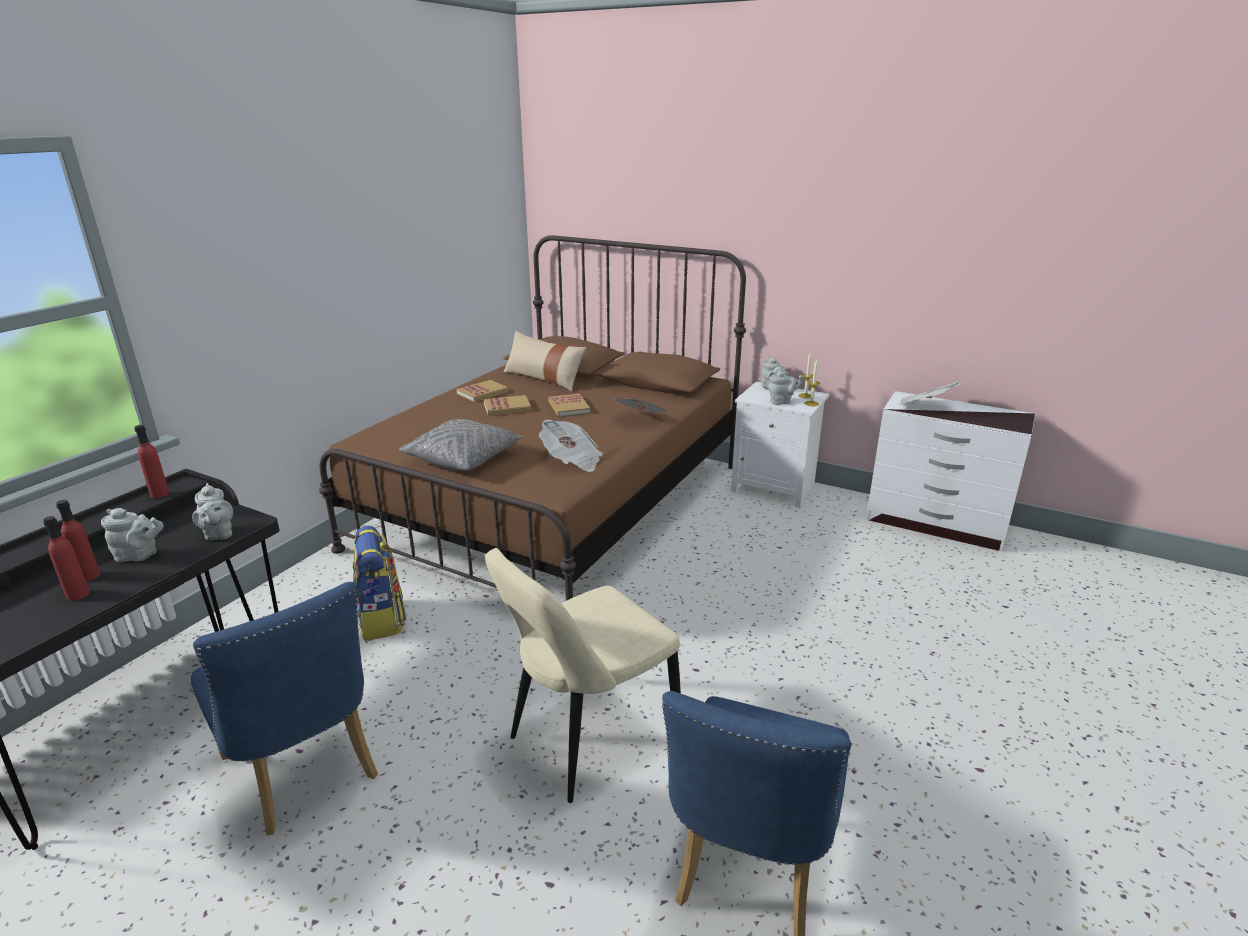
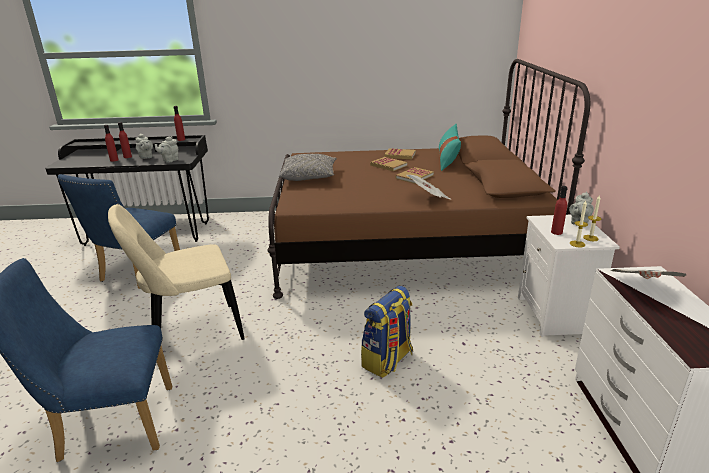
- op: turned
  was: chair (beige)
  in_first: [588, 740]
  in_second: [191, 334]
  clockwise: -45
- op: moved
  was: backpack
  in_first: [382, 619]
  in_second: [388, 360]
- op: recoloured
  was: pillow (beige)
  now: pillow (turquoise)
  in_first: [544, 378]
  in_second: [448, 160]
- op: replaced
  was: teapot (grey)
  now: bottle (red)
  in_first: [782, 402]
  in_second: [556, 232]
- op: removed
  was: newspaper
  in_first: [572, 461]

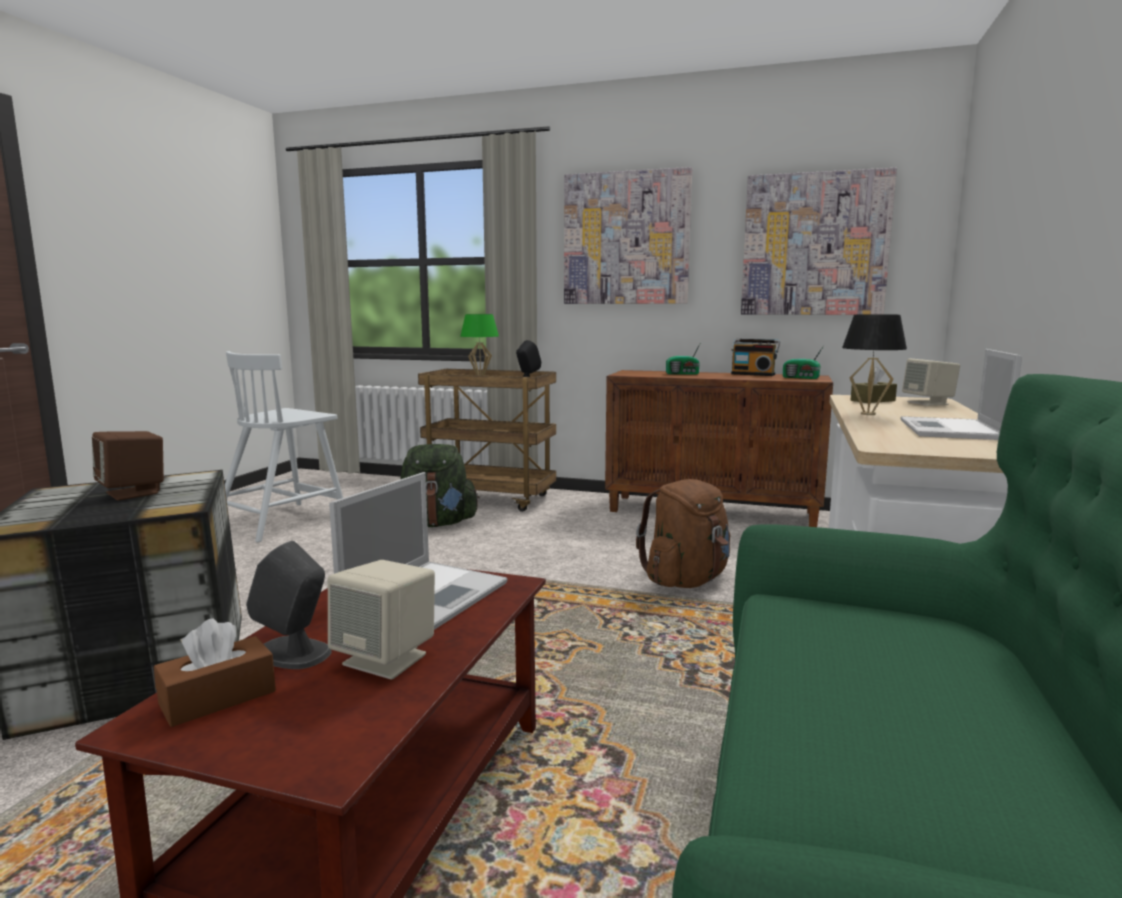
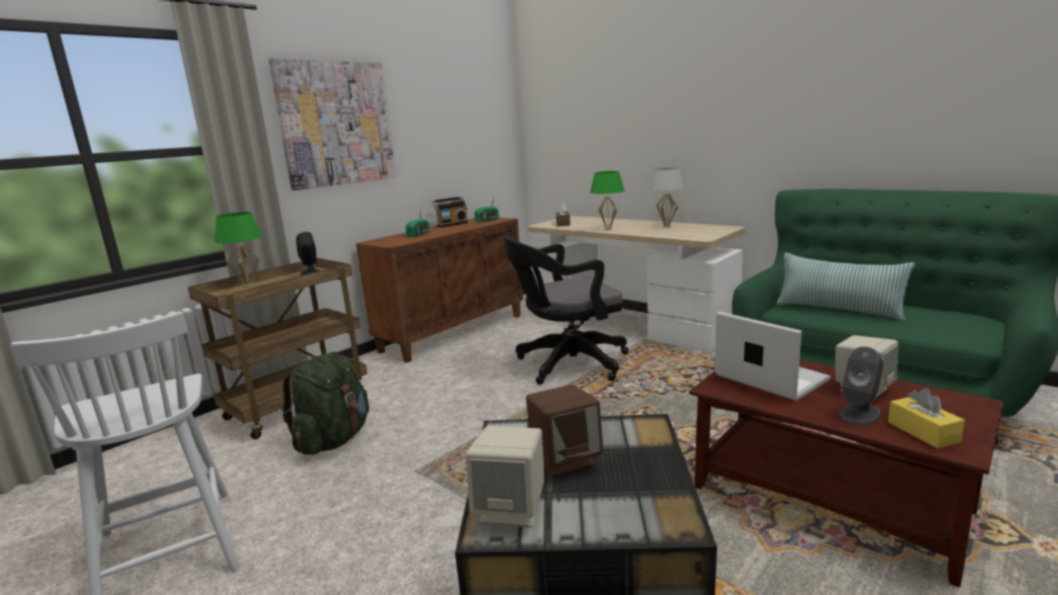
- op: moved
  was: speaker (beige)
  in_first: [928, 403]
  in_second: [511, 509]
- op: replaced
  was: backpack (brown)
  now: office chair (black)
  in_first: [686, 580]
  in_second: [567, 364]
- op: recoloured
  was: table lamp (black)
  now: table lamp (green)
  in_first: [868, 414]
  in_second: [608, 229]
- op: replaced
  was: laptop
  now: table lamp (white)
  in_first: [952, 430]
  in_second: [666, 226]
- op: added
  now: pillow
  in_second: [838, 310]
- op: recoloured
  was: tissue box (brown)
  now: tissue box (yellow)
  in_first: [218, 698]
  in_second: [923, 432]
- op: removed
  was: picture
  in_first: [814, 245]

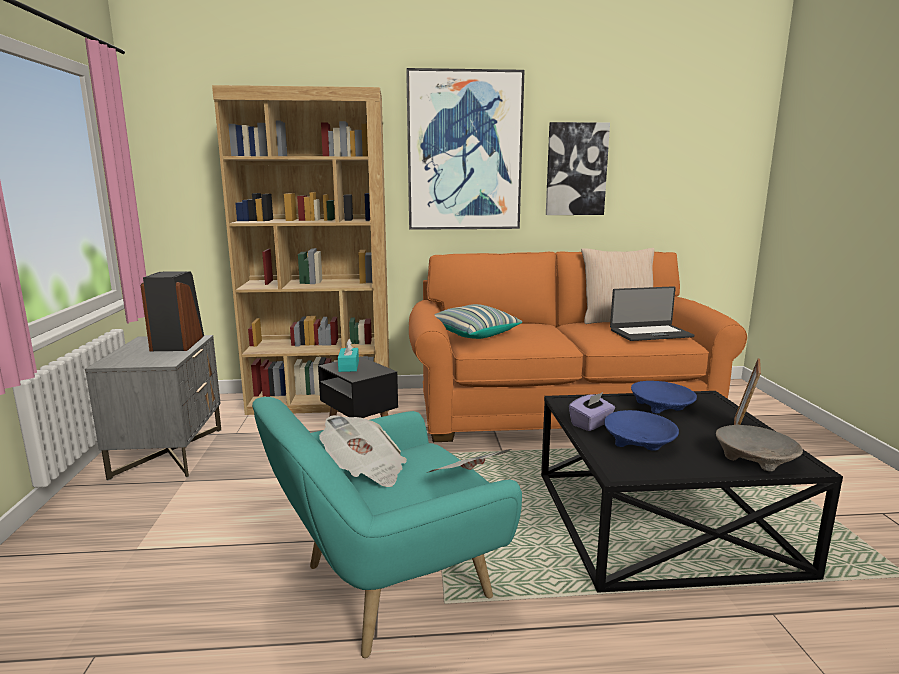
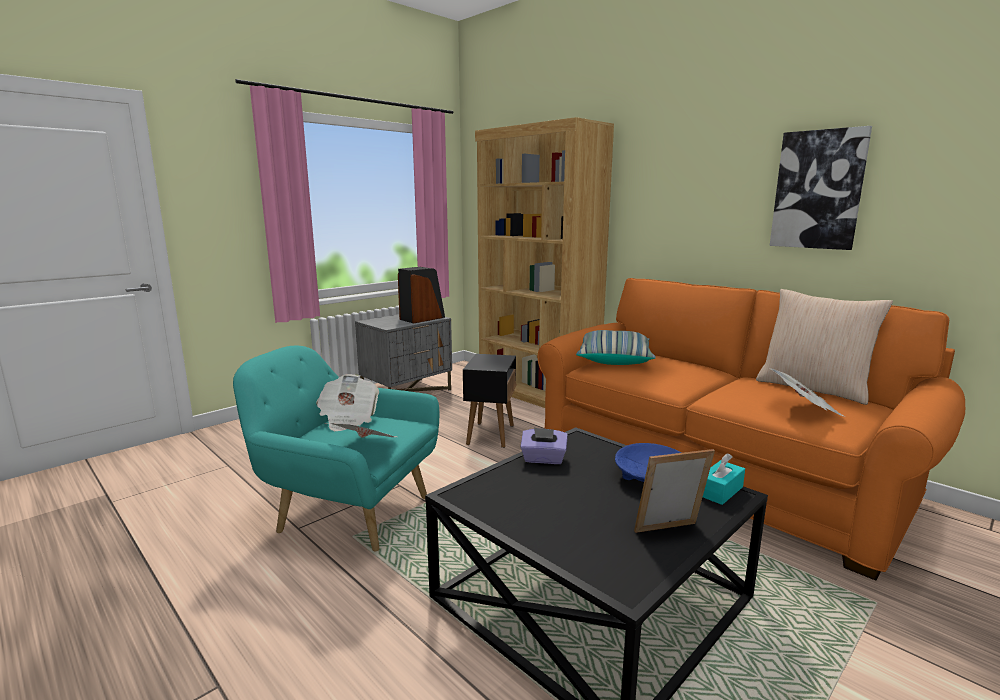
- op: moved
  was: tissue box (turquoise)
  in_first: [348, 366]
  in_second: [720, 491]
- op: replaced
  was: laptop
  now: newspaper
  in_first: [650, 333]
  in_second: [803, 409]
- op: removed
  was: picture
  in_first: [464, 152]
- op: removed
  was: bowl (blue)
  in_first: [639, 442]
- op: removed
  was: bowl (beige)
  in_first: [754, 458]

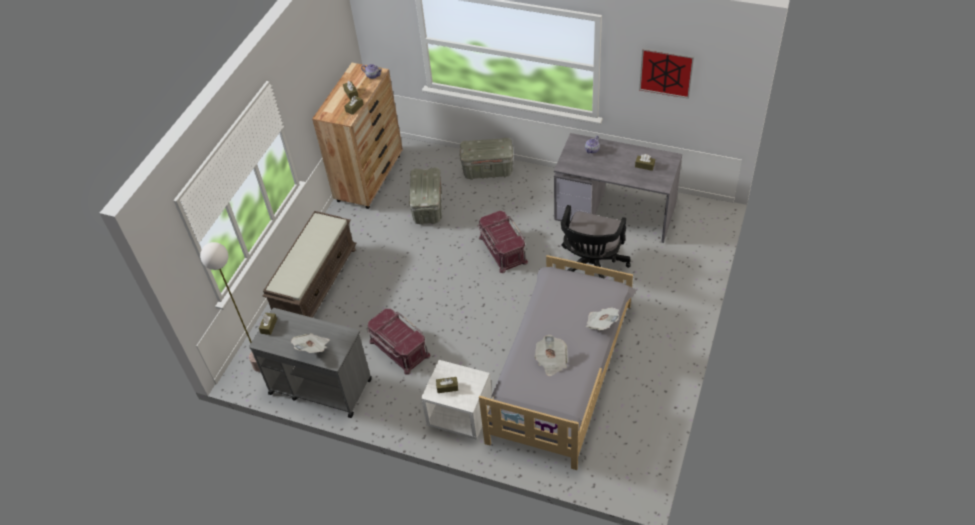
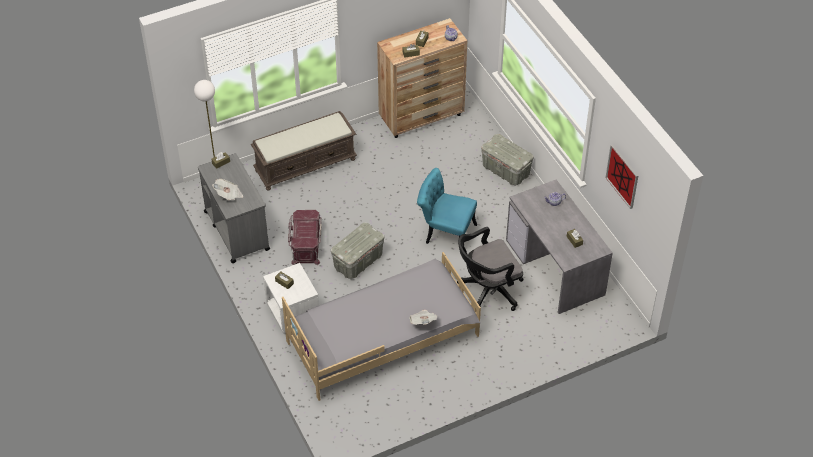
- op: moved
  was: storage box (grey)
  in_first: [427, 207]
  in_second: [358, 261]
- op: replaced
  was: storage box (red)
  now: chair (turquoise)
  in_first: [502, 250]
  in_second: [445, 233]
- op: removed
  was: newspaper
  in_first: [551, 361]

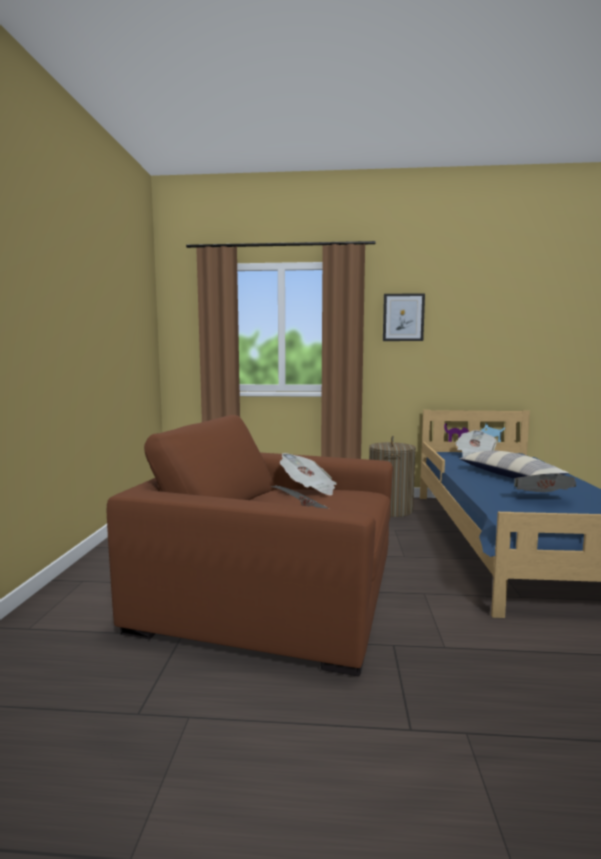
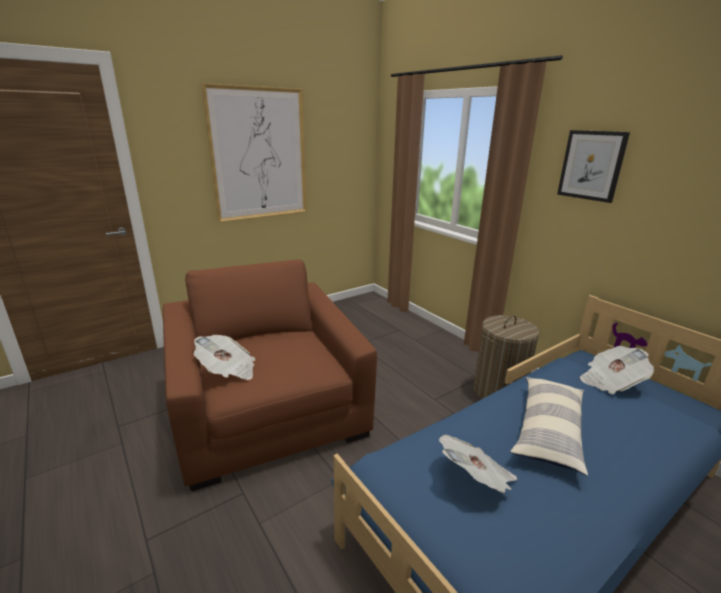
- op: added
  now: picture
  in_second: [259, 155]
- op: removed
  was: newspaper
  in_first: [309, 489]

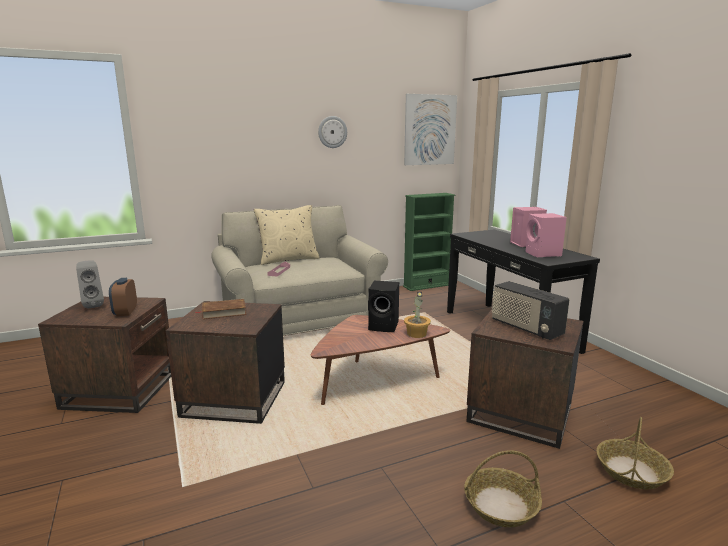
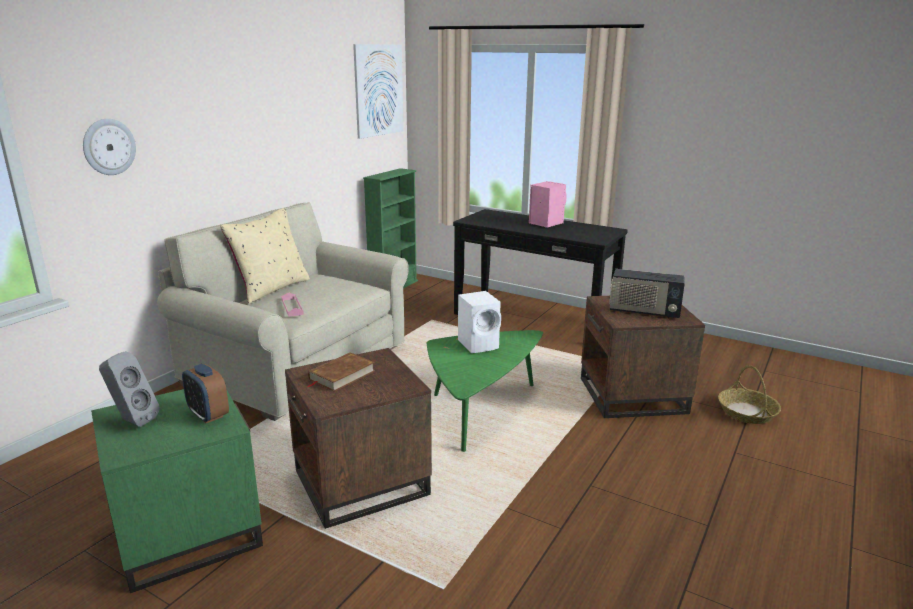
- op: moved
  was: wall clock
  in_first: [332, 132]
  in_second: [109, 147]
- op: recoloured
  was: side table (brown)
  now: side table (green)
  in_first: [120, 390]
  in_second: [188, 532]
- op: recoloured
  was: coffee table (brown)
  now: coffee table (green)
  in_first: [374, 380]
  in_second: [479, 409]
- op: recoloured
  was: speaker (black)
  now: speaker (white)
  in_first: [385, 326]
  in_second: [479, 344]
- op: removed
  was: potted plant
  in_first: [416, 334]
- op: removed
  was: basket
  in_first: [500, 505]
- op: removed
  was: speaker (pink)
  in_first: [543, 254]

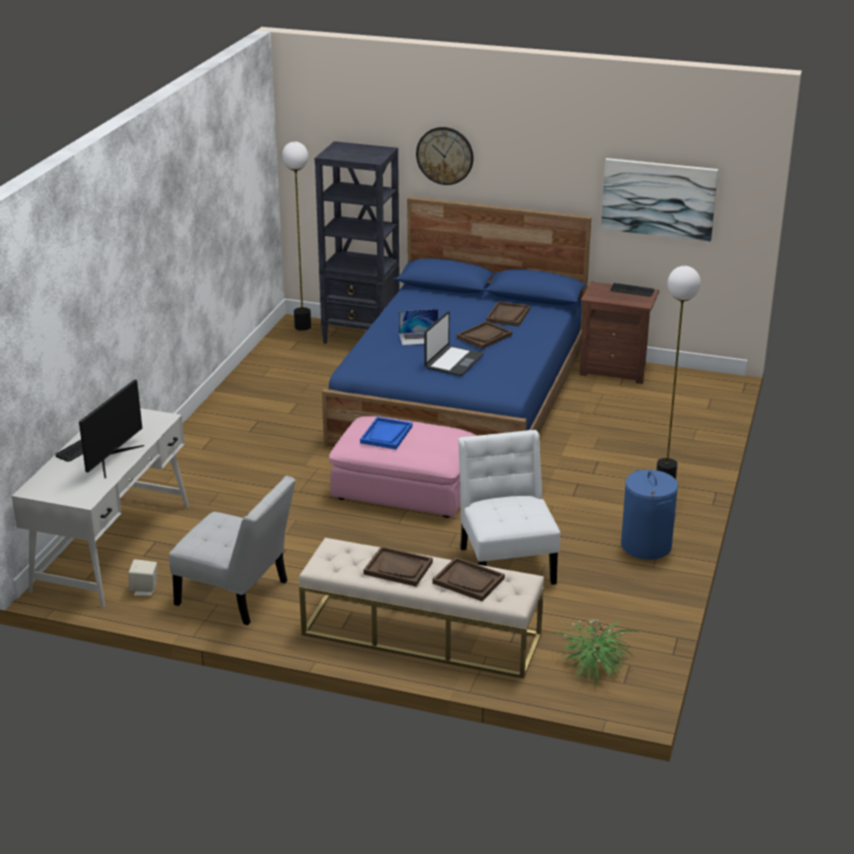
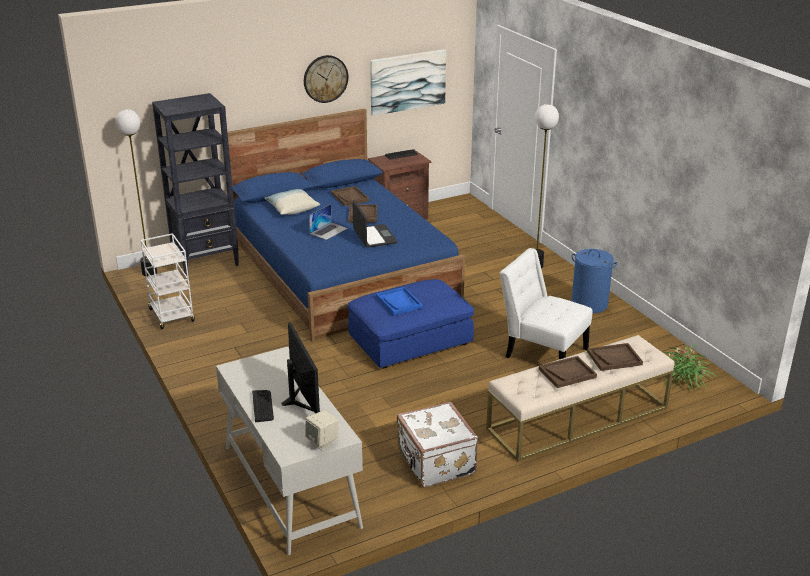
- op: added
  now: cart (white)
  in_second: [172, 316]
- op: added
  now: pillow
  in_second: [292, 209]
- op: moved
  was: wall clock
  in_first: [445, 155]
  in_second: [325, 78]
- op: moved
  was: speaker (beige)
  in_first: [144, 590]
  in_second: [322, 442]
- op: recoloured
  was: ottoman (pink)
  now: ottoman (blue)
  in_first: [406, 488]
  in_second: [410, 340]
- op: replaced
  was: chair (white)
  now: suitcase (white)
  in_first: [237, 595]
  in_second: [435, 463]

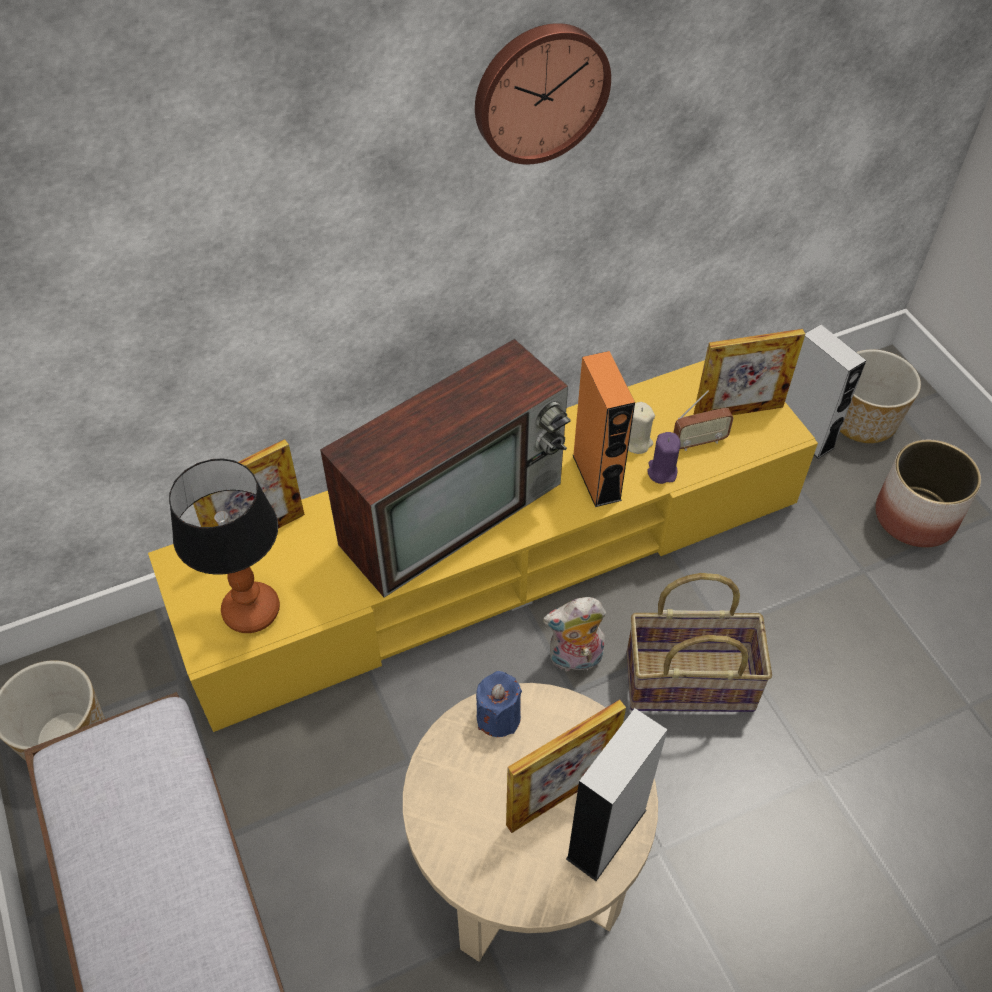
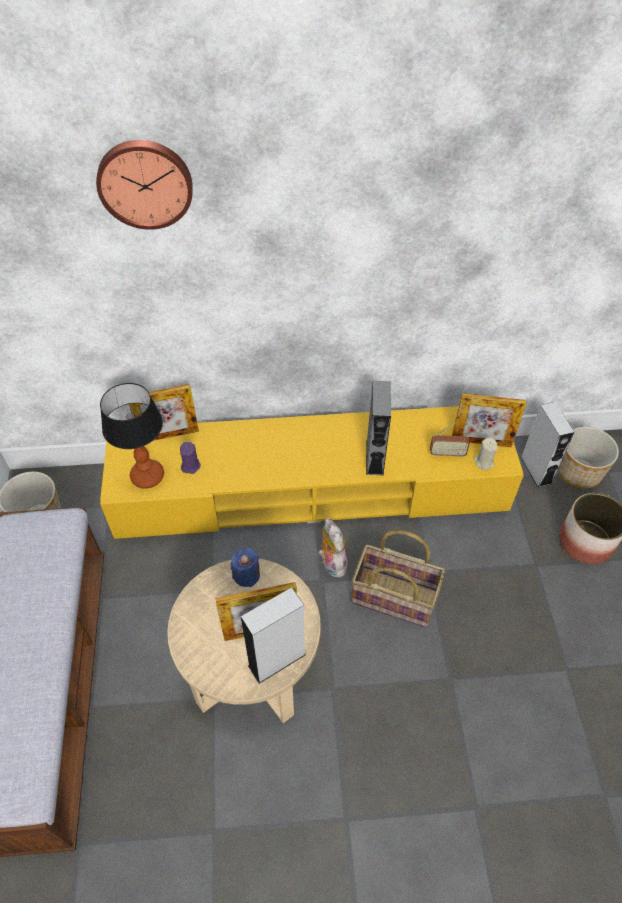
- op: moved
  was: wall clock
  in_first: [539, 91]
  in_second: [145, 183]
- op: moved
  was: candle (purple)
  in_first: [662, 472]
  in_second: [190, 466]
- op: turned
  was: plush toy
  in_first: [574, 659]
  in_second: [331, 562]
  clockwise: 60
- op: recoloured
  was: speaker (orange)
  now: speaker (grey)
  in_first: [596, 477]
  in_second: [375, 457]
- op: moved
  was: candle (beige)
  in_first: [636, 442]
  in_second: [483, 462]
- op: removed
  was: television
  in_first: [454, 510]

